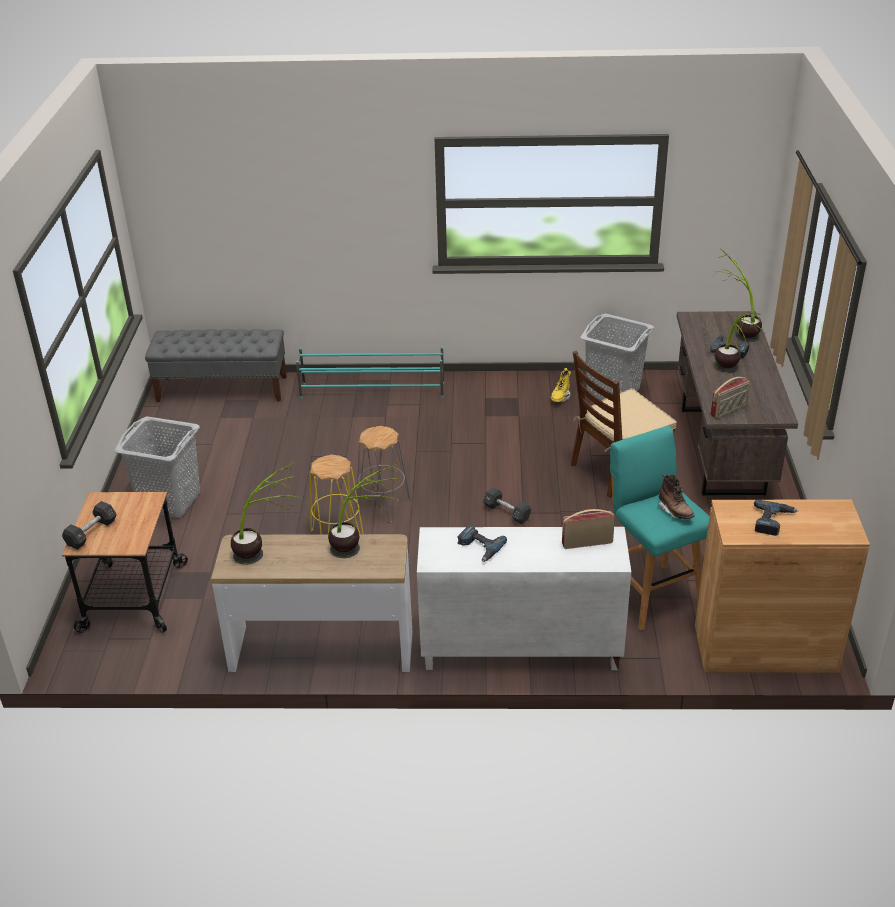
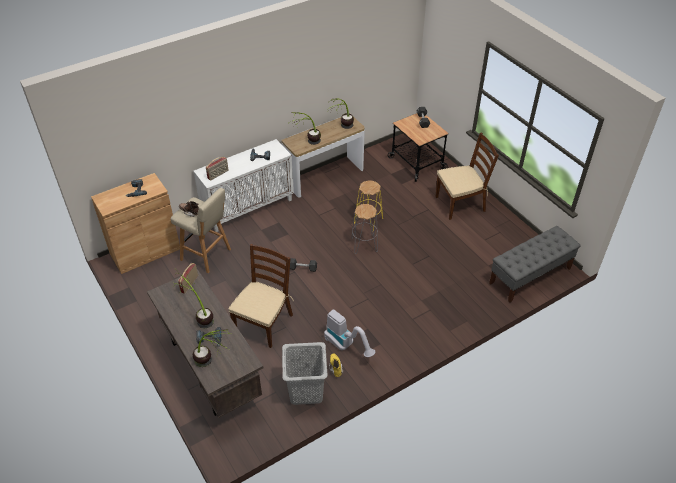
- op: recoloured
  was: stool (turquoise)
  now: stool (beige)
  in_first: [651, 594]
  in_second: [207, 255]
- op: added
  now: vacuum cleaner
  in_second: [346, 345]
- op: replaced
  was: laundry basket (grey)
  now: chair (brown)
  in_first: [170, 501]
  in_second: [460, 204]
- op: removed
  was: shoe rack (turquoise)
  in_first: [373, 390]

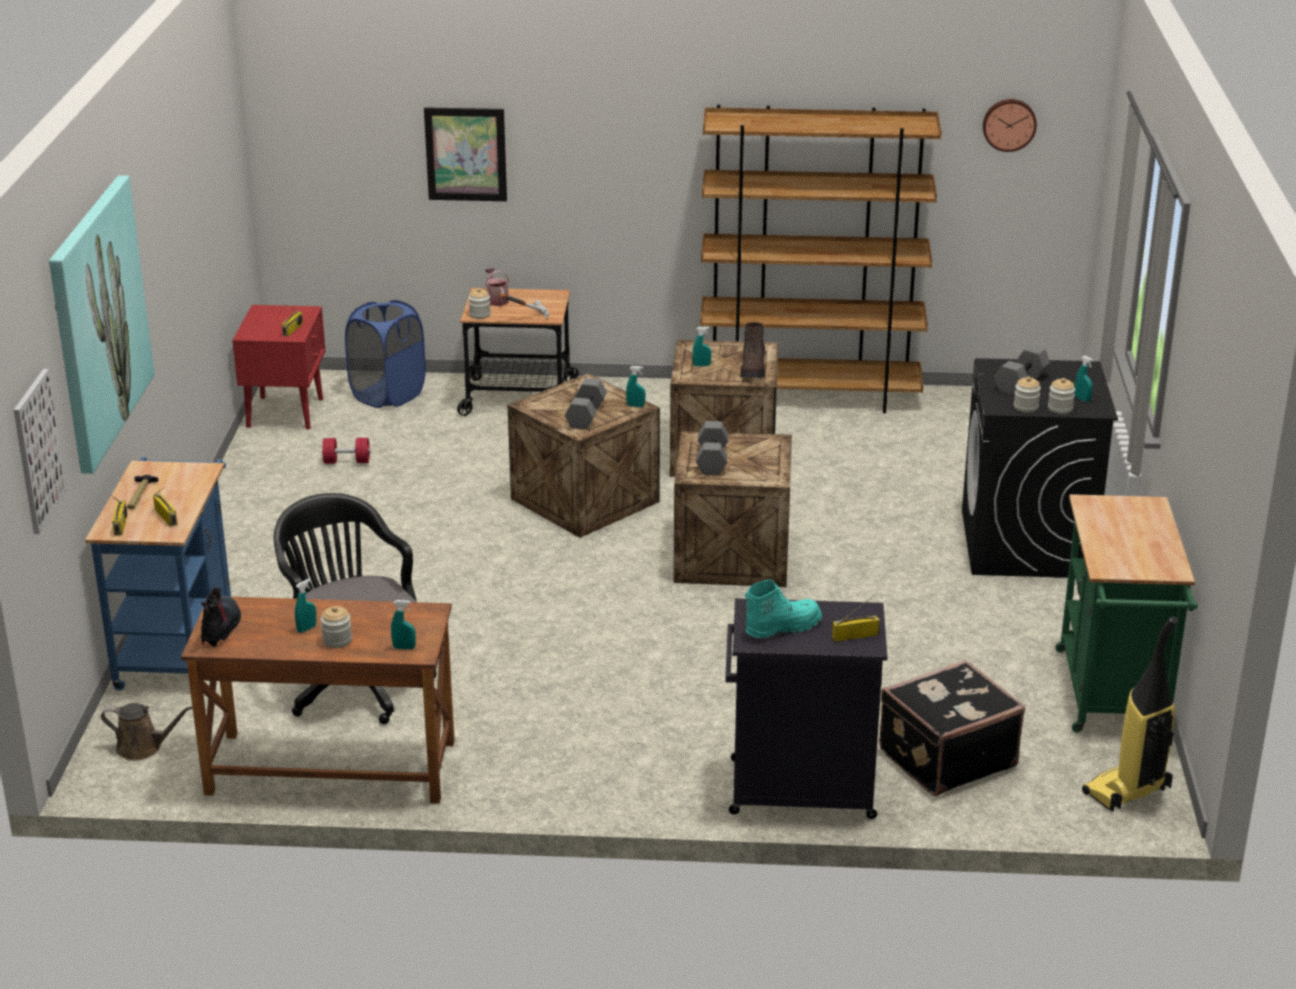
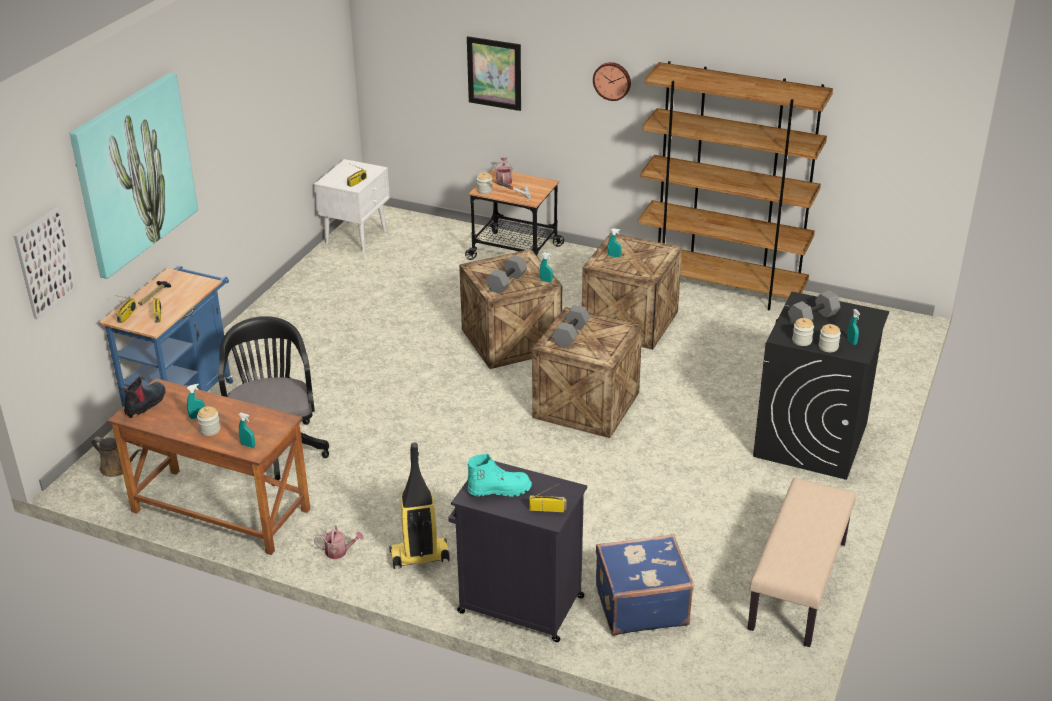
- op: recoloured
  was: nightstand (red)
  now: nightstand (white)
  in_first: [286, 412]
  in_second: [356, 236]
- op: added
  now: watering can
  in_second: [339, 552]
- op: moved
  was: vacuum cleaner
  in_first: [1127, 792]
  in_second: [419, 557]
- op: moved
  was: wall clock
  in_first: [1009, 124]
  in_second: [612, 80]
- op: recoloured
  was: suitcase (black)
  now: suitcase (blue)
  in_first: [945, 757]
  in_second: [640, 605]
- op: replaced
  was: cart (green)
  now: bench (beige)
  in_first: [1112, 698]
  in_second: [799, 585]
- op: removed
  was: dumbbell (red)
  in_first: [347, 461]
- op: removed
  was: laundry basket (blue)
  in_first: [388, 395]
- op: removed
  was: boot (brown)
  in_first: [753, 370]

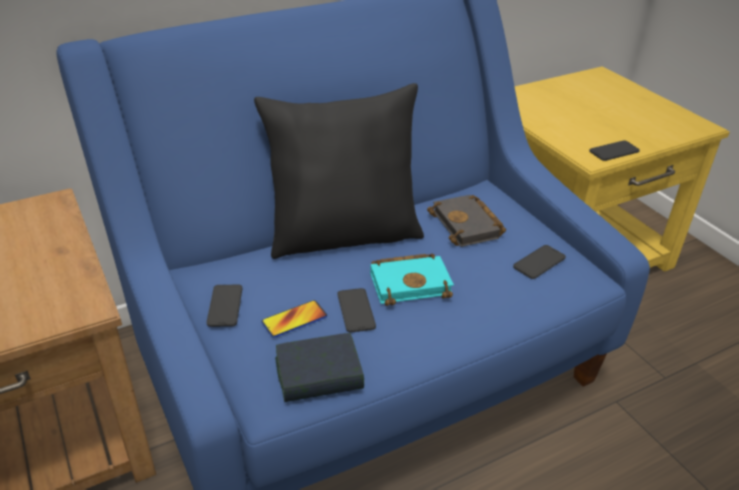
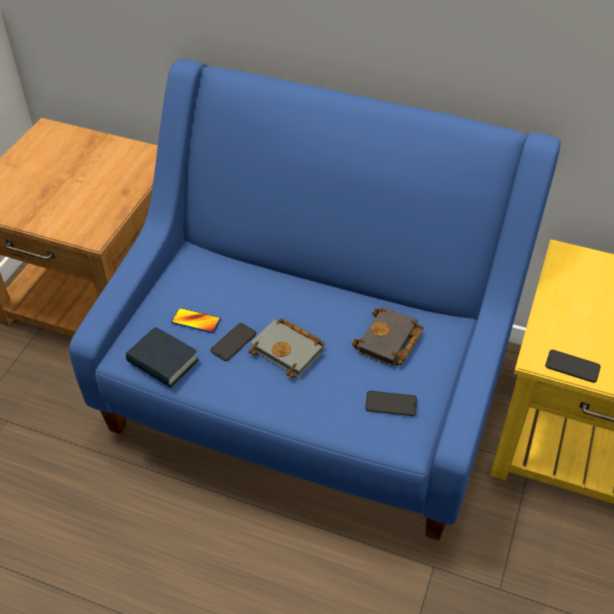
- op: recoloured
  was: book (turquoise)
  now: book (grey)
  in_first: [411, 282]
  in_second: [289, 351]
- op: removed
  was: phone
  in_first: [225, 306]
- op: removed
  was: pillow (black)
  in_first: [344, 234]

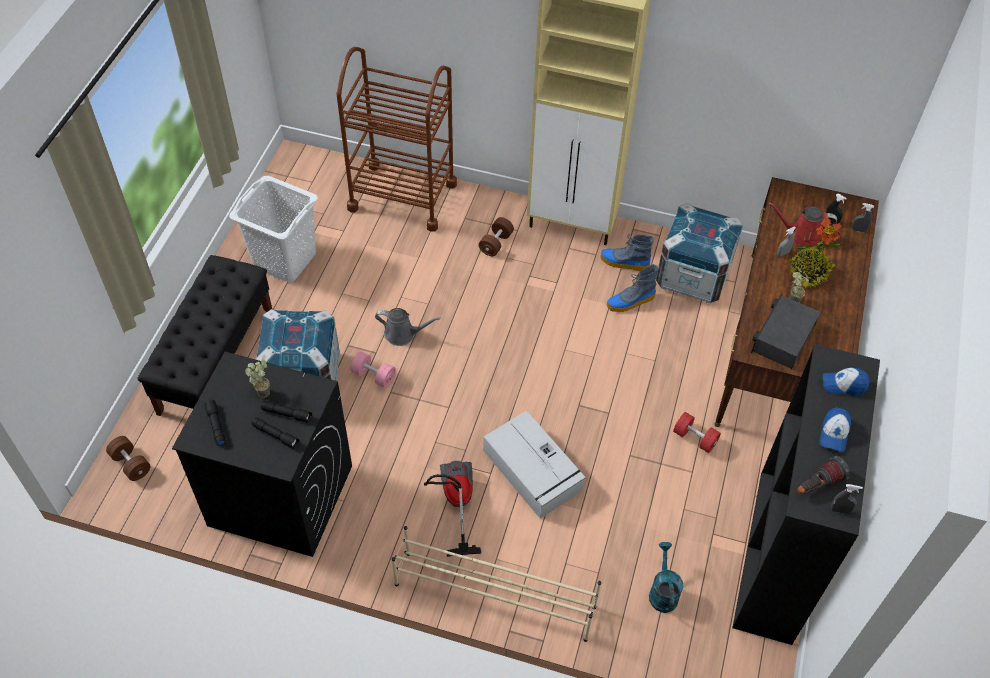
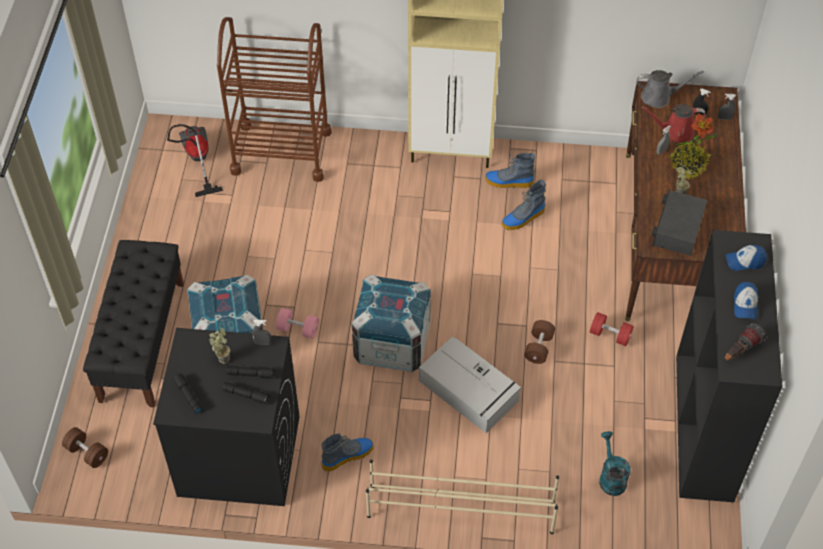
- op: moved
  was: vacuum cleaner
  in_first: [455, 503]
  in_second: [196, 160]
- op: moved
  was: spray bottle (grey)
  in_first: [840, 510]
  in_second: [262, 343]
- op: added
  now: boot
  in_second: [347, 456]
- op: moved
  was: crate
  in_first: [693, 275]
  in_second: [392, 343]
- op: moved
  was: dumbbell (brown)
  in_first: [496, 243]
  in_second: [539, 347]
- op: moved
  was: watering can (grey)
  in_first: [402, 334]
  in_second: [659, 97]
- op: removed
  was: laundry basket (white)
  in_first: [284, 259]

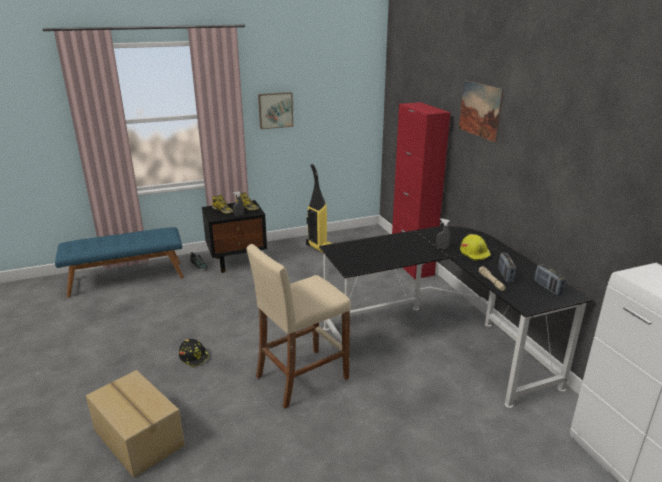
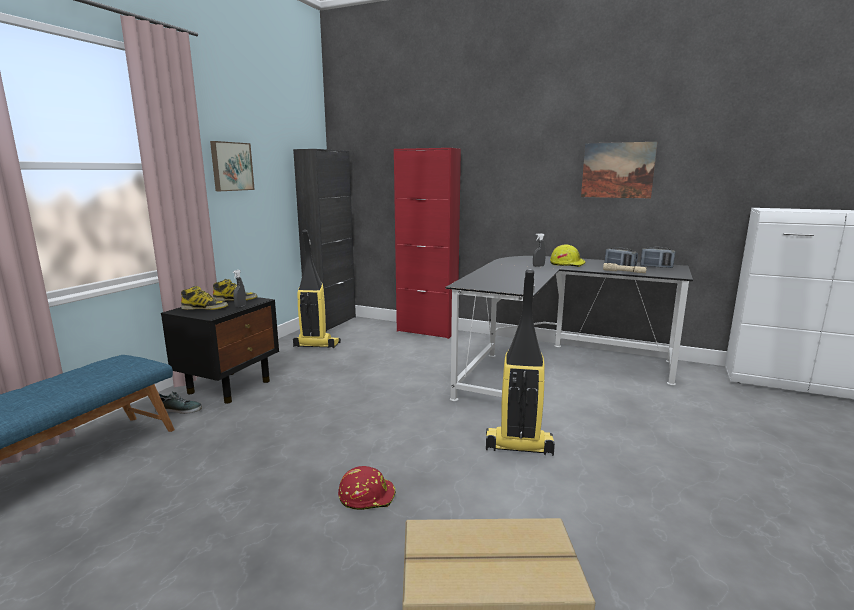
- op: added
  now: cabinet (black)
  in_second: [331, 322]
- op: recoloured
  was: hard hat (black)
  now: hard hat (red)
  in_first: [194, 357]
  in_second: [367, 496]
- op: replaced
  was: stool (beige)
  now: vacuum cleaner
  in_first: [301, 377]
  in_second: [518, 446]
- op: moved
  was: picture
  in_first: [480, 110]
  in_second: [617, 170]

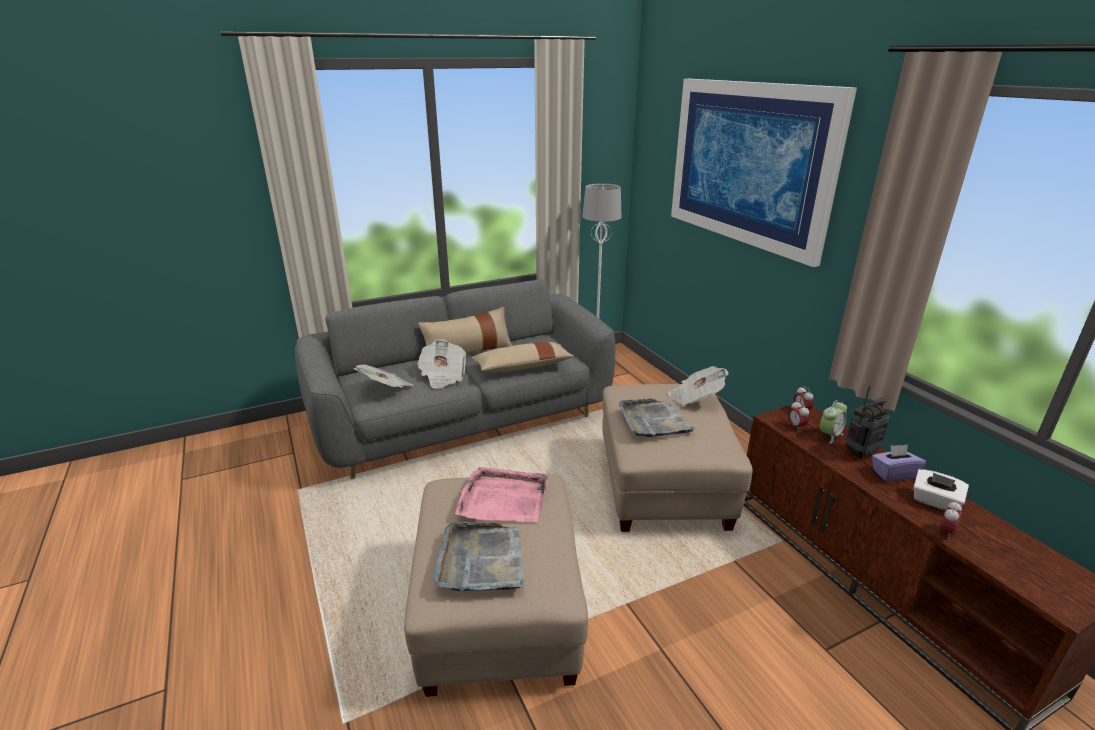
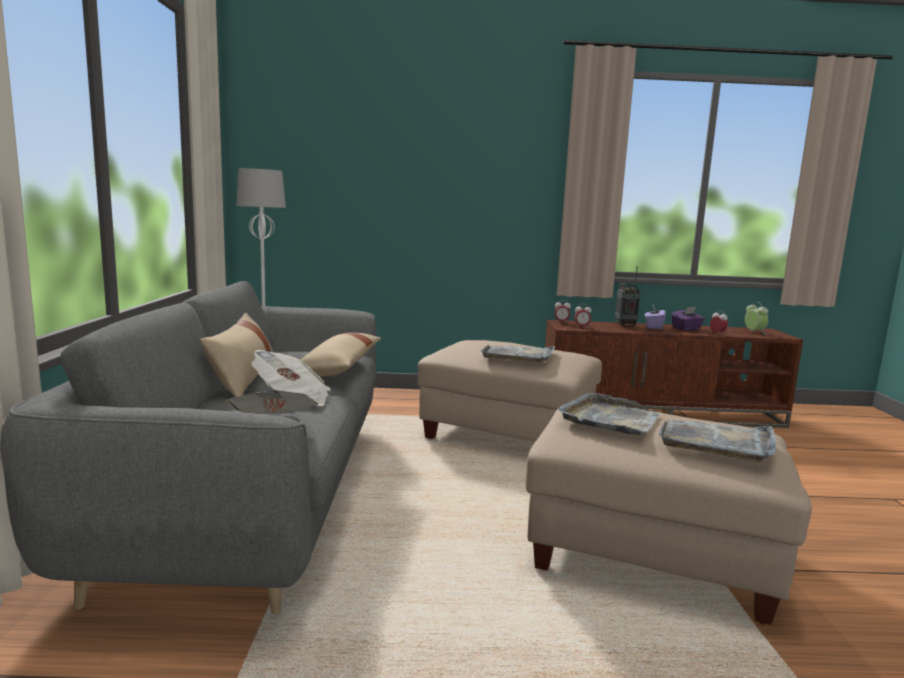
- op: recoloured
  was: tray (pink)
  now: tray (grey)
  in_first: [503, 498]
  in_second: [610, 418]
- op: recoloured
  was: tissue box (white)
  now: tissue box (purple)
  in_first: [935, 502]
  in_second: [686, 328]
- op: moved
  was: alarm clock
  in_first: [829, 435]
  in_second: [754, 332]
- op: removed
  was: newspaper
  in_first: [695, 398]
- op: removed
  was: picture
  in_first: [749, 164]

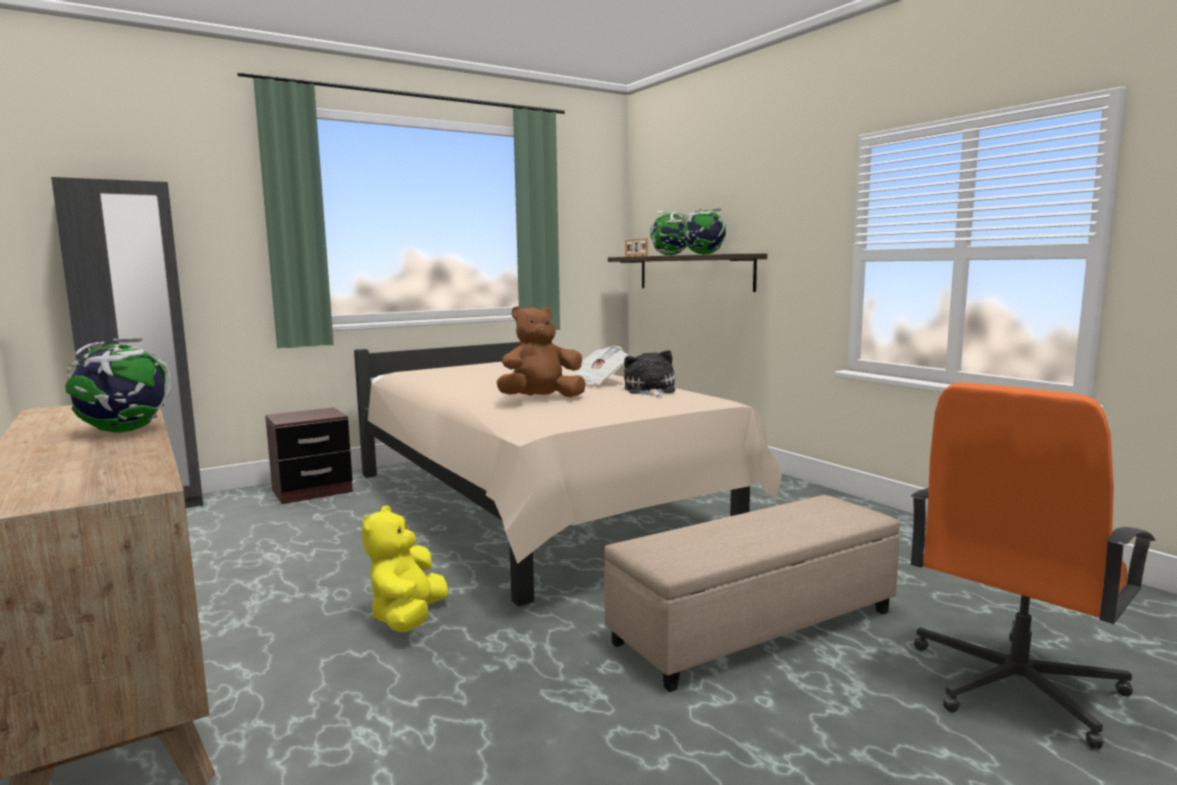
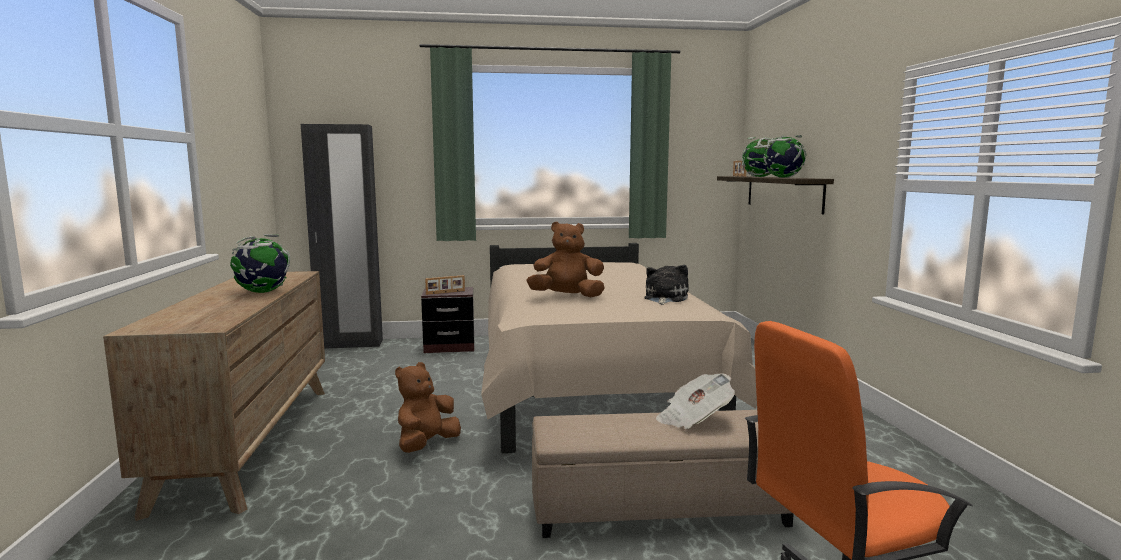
- op: recoloured
  was: plush toy (yellow)
  now: plush toy (brown)
  in_first: [408, 618]
  in_second: [426, 445]
- op: added
  now: picture frame
  in_second: [445, 292]
- op: moved
  was: newspaper
  in_first: [597, 382]
  in_second: [693, 419]

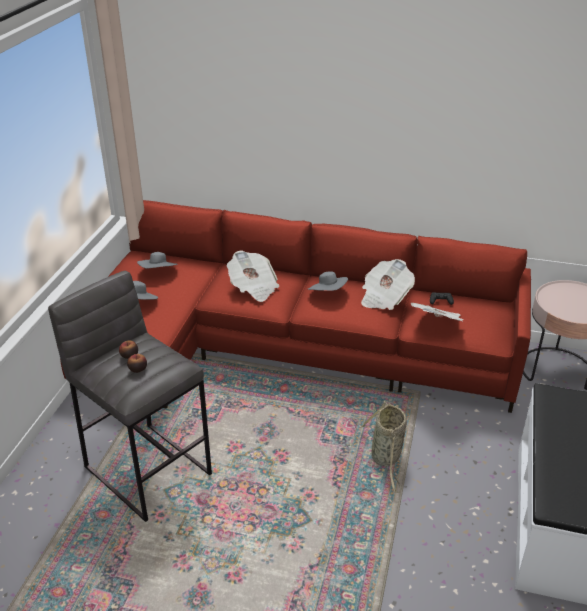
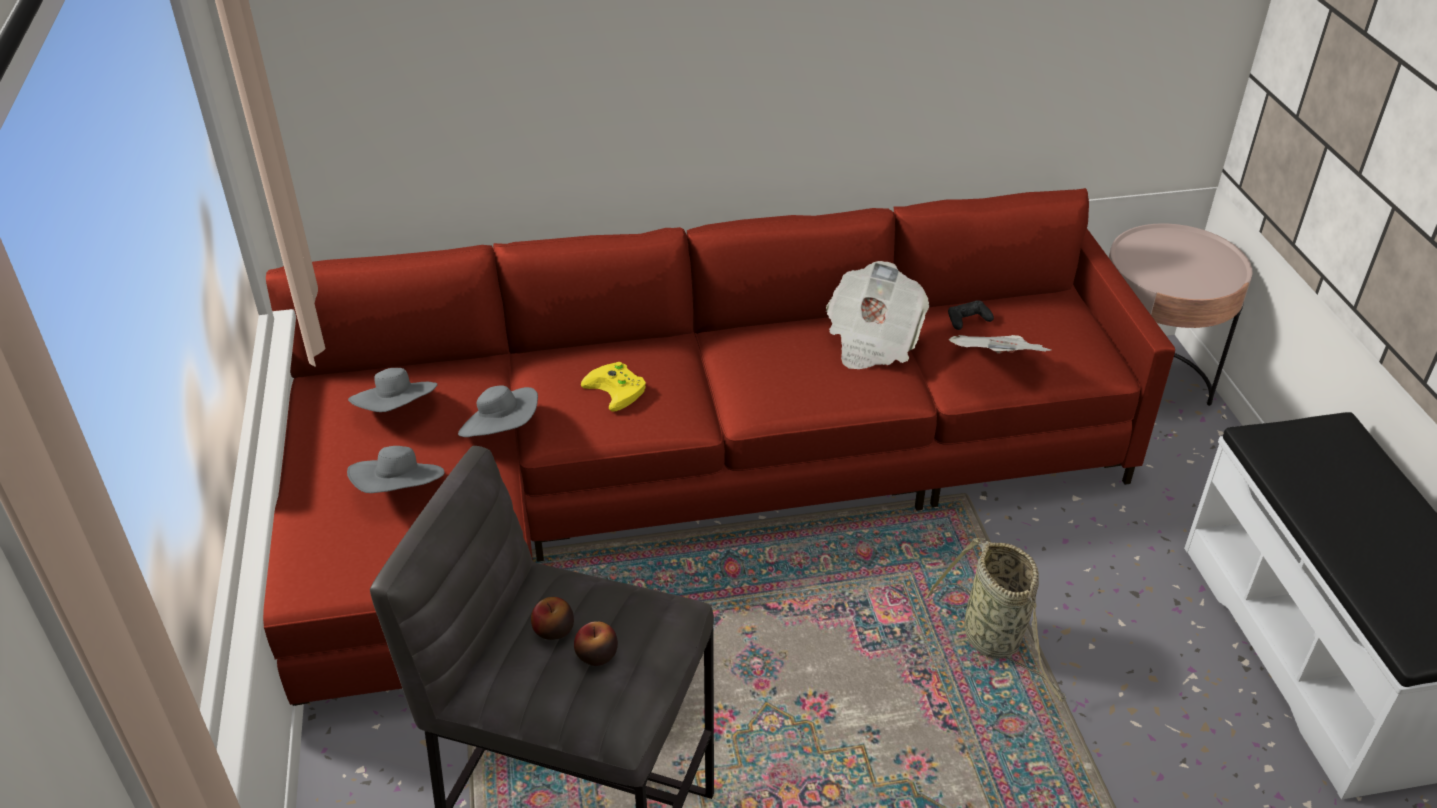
- op: moved
  was: hat (grey)
  in_first: [328, 293]
  in_second: [501, 430]
- op: replaced
  was: newspaper
  now: game controller (yellow)
  in_first: [253, 287]
  in_second: [618, 389]

